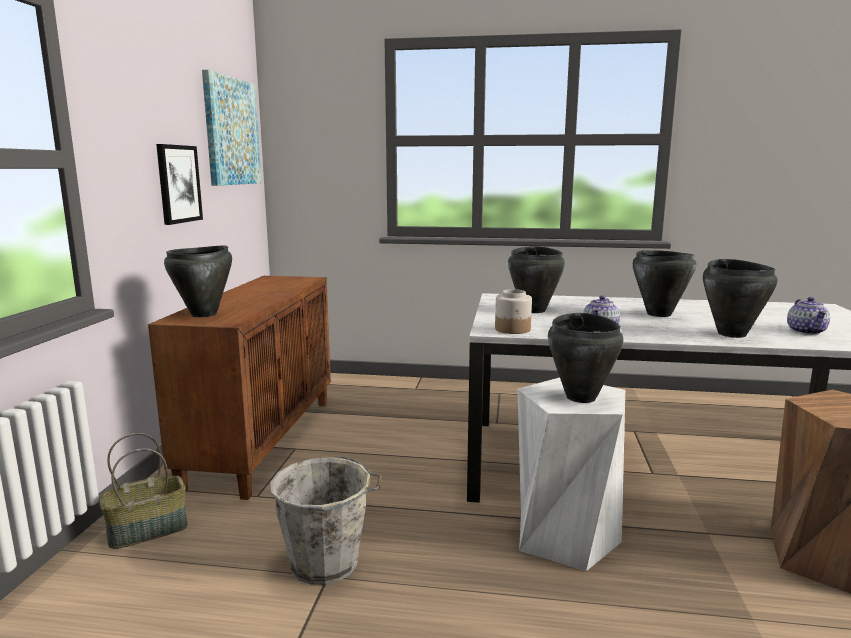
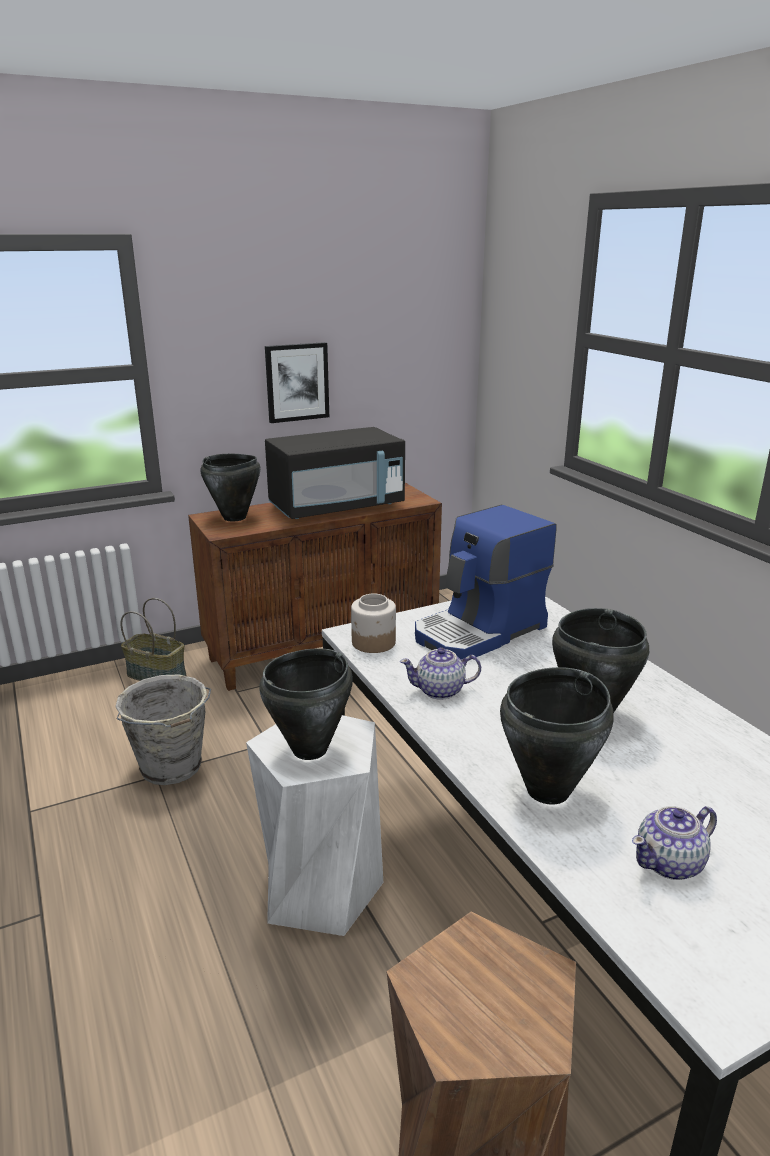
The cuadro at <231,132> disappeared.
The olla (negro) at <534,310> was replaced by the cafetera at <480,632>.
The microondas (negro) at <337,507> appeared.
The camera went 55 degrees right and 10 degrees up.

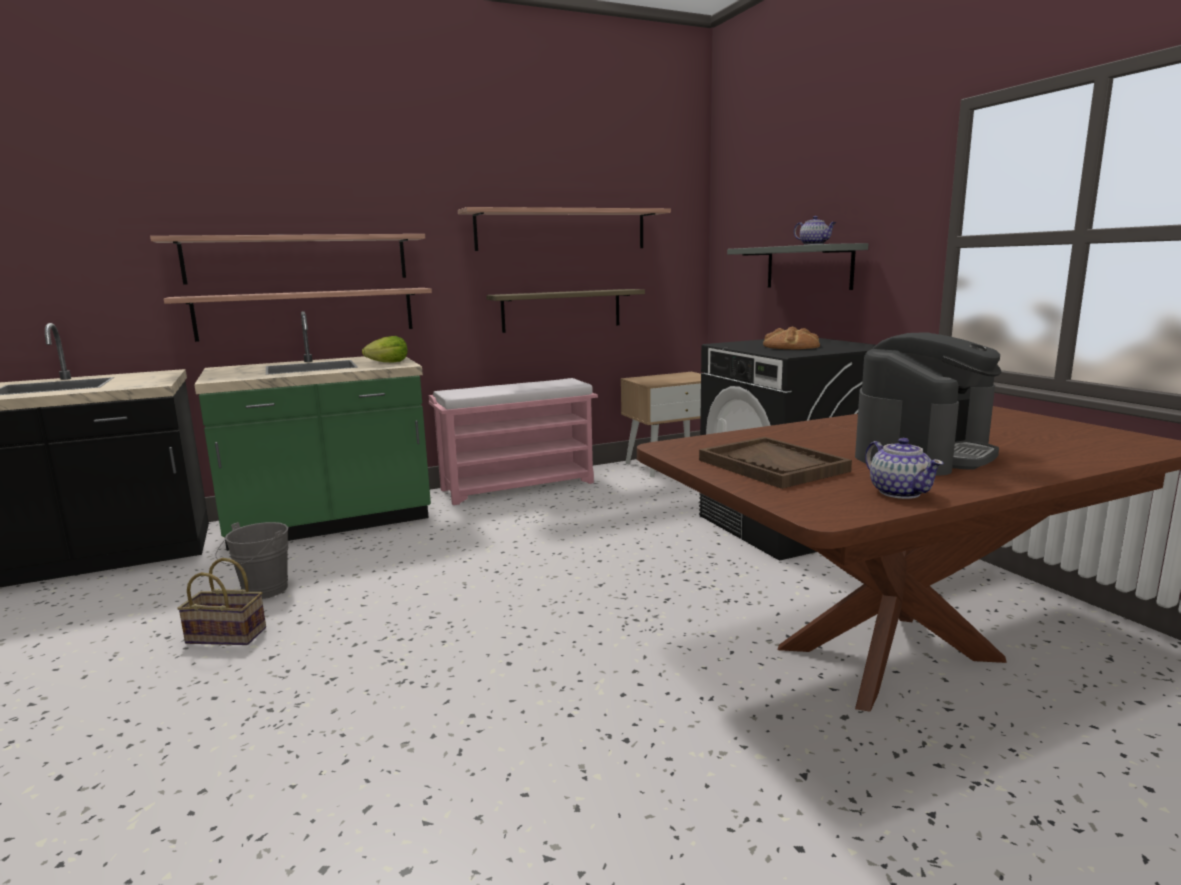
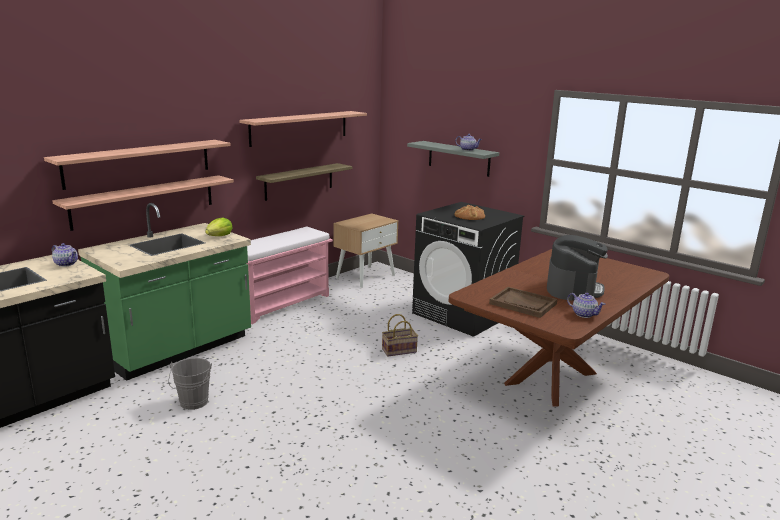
The cesta moved from <229,635> to <399,350>.
The tetera at <66,264> appeared.
The camera went 25 degrees left and 5 degrees up.

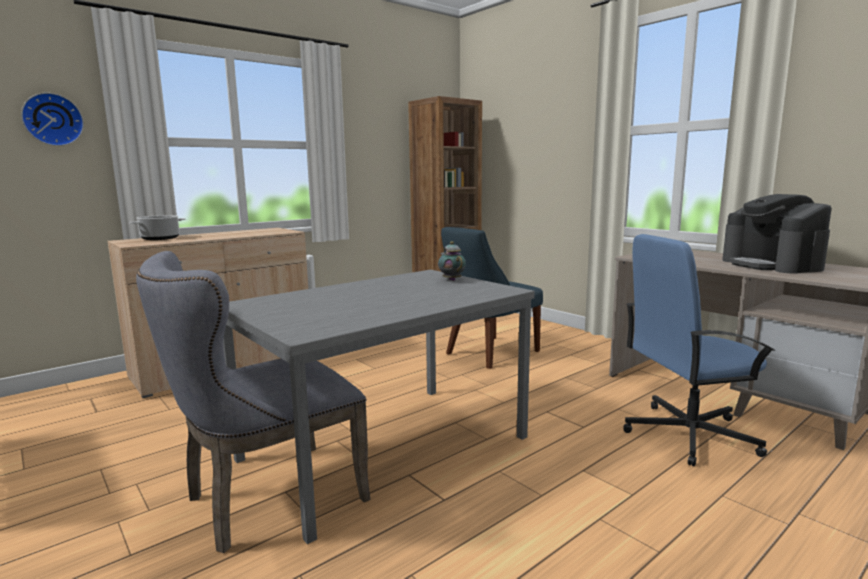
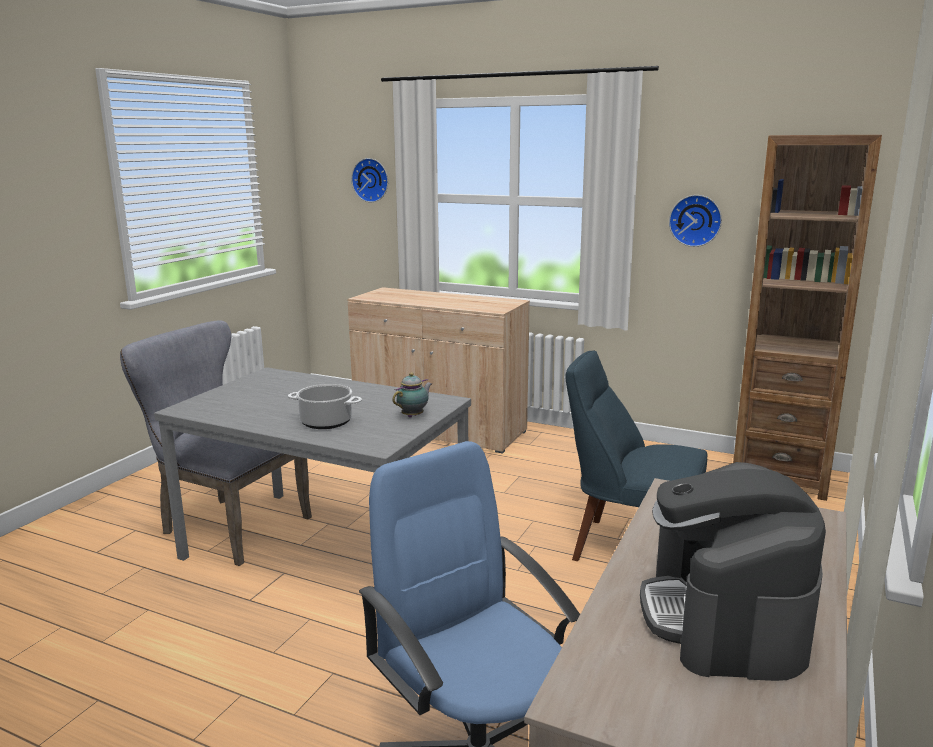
The cafetera at <771,265> turned 45 degrees counterclockwise.
The olla moved from <160,238> to <325,422>.
The reloj de pared at <695,220> appeared.
The camera went 65 degrees right and 5 degrees up.

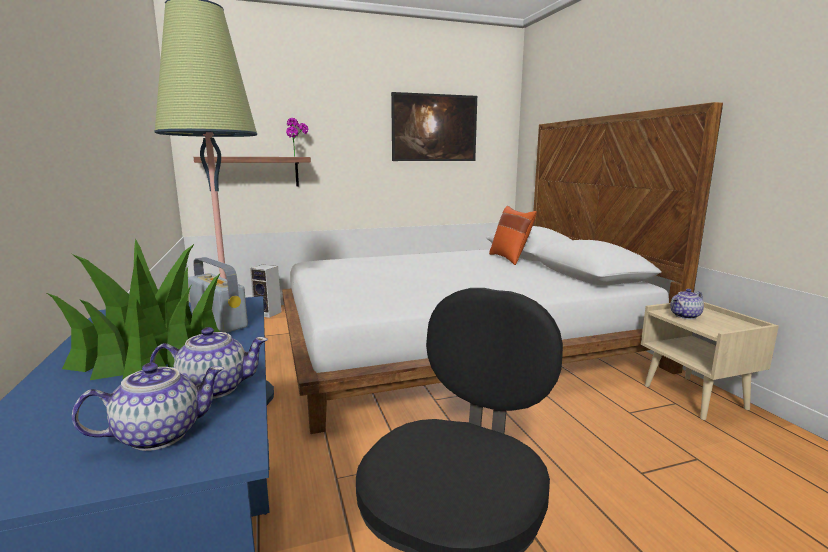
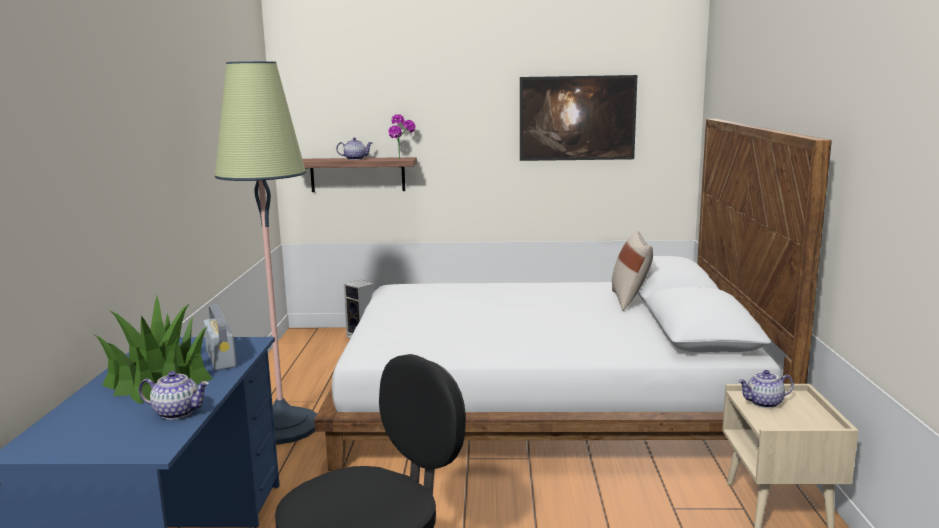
The cojín (naranja) at <510,259> became the cojín (beis) at <630,300>.
The tetera moved from <160,434> to <355,159>.
The camera went 20 degrees right and 0 degrees up.

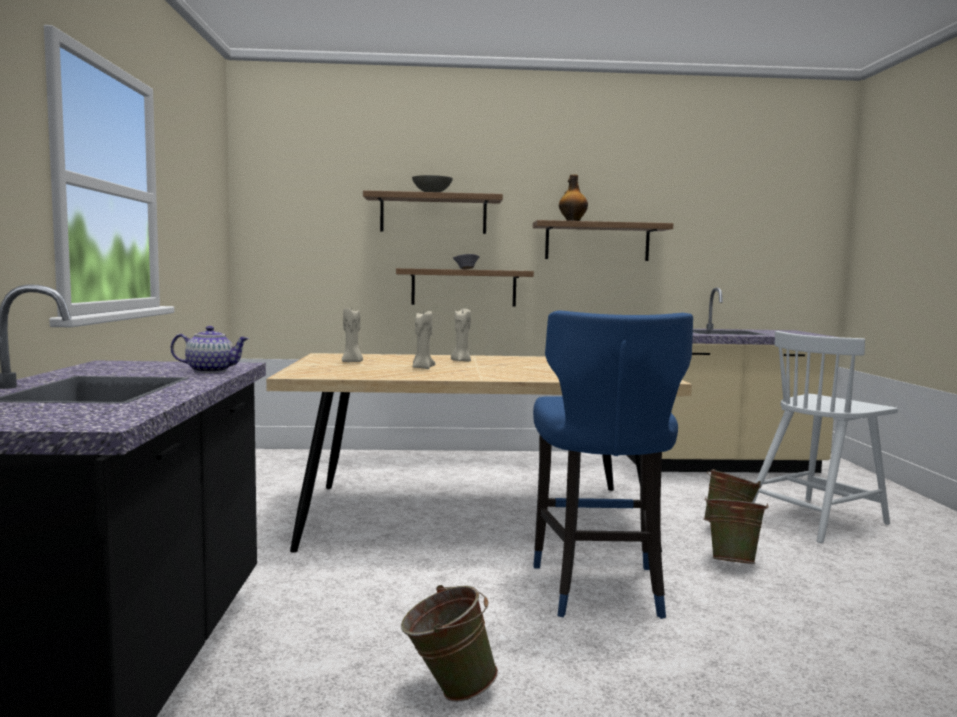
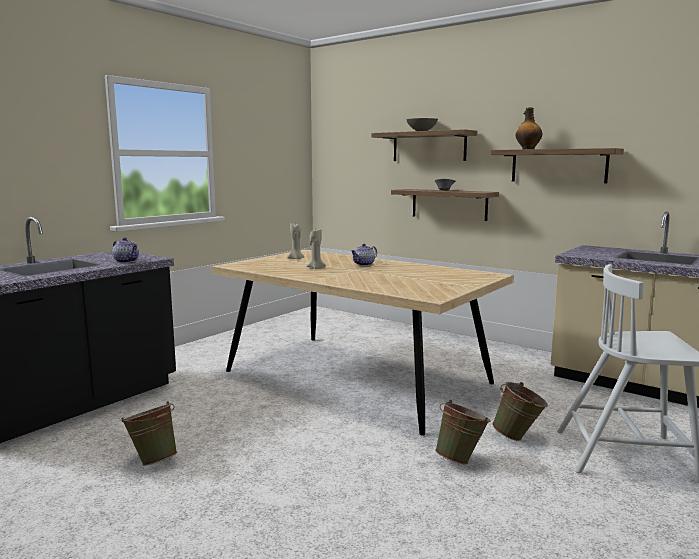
The vela (beis) at <461,361> was replaced by the tetera at <364,264>.
The taburete (azul) at <599,589> disappeared.
The camera went 40 degrees right and 5 degrees up.

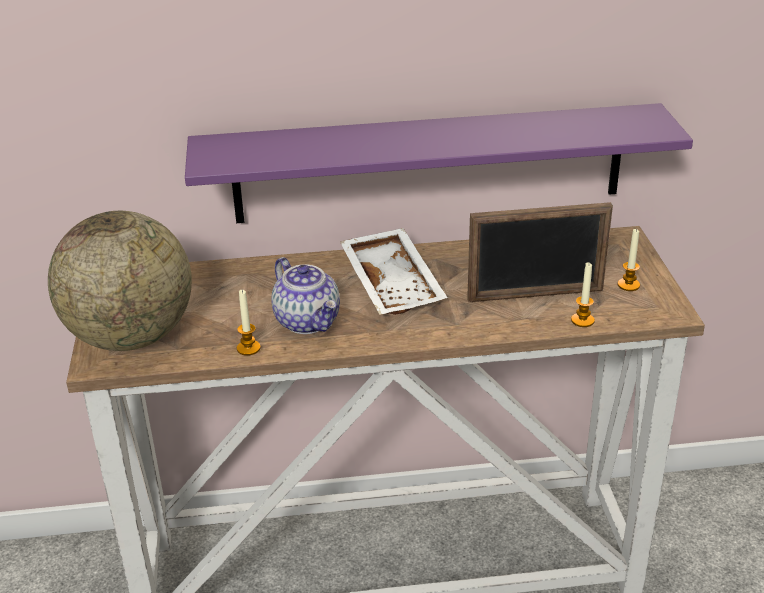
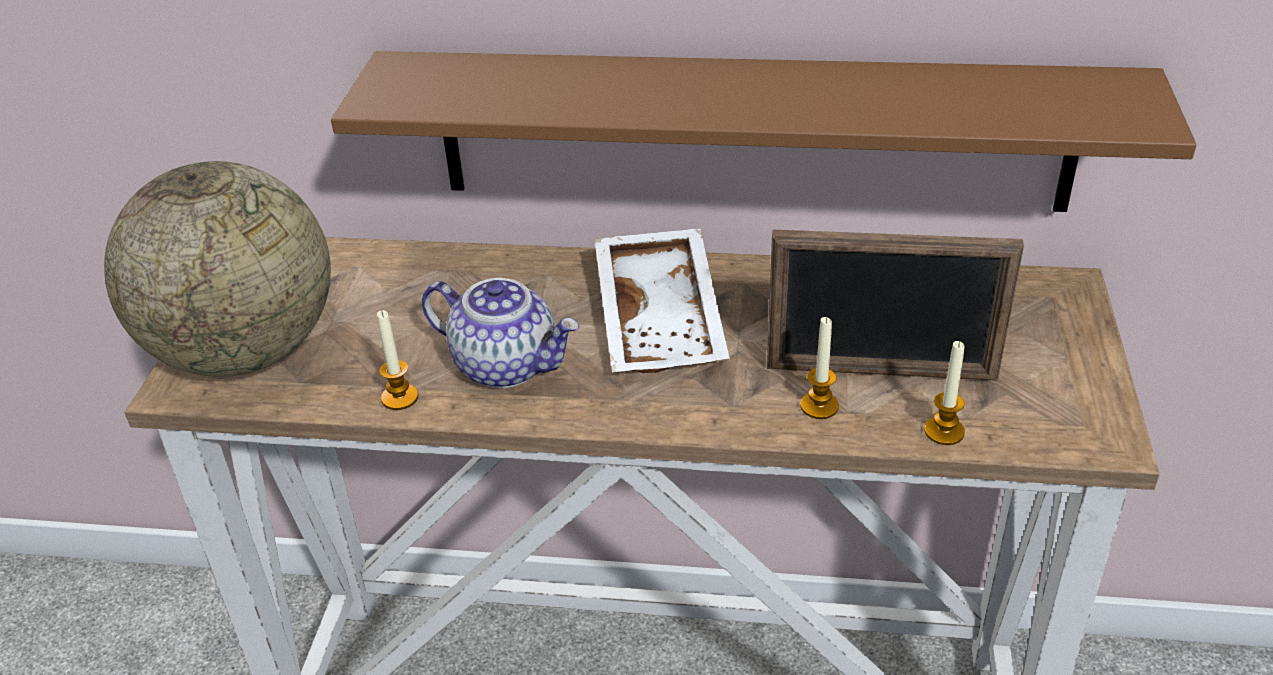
The estante (morado) at <429,164> became the estante (marrón) at <751,131>.
The vela moved from <628,285> to <819,406>.
The tetera at <308,321> turned 45 degrees counterclockwise.
The camera went 15 degrees right and 5 degrees up.

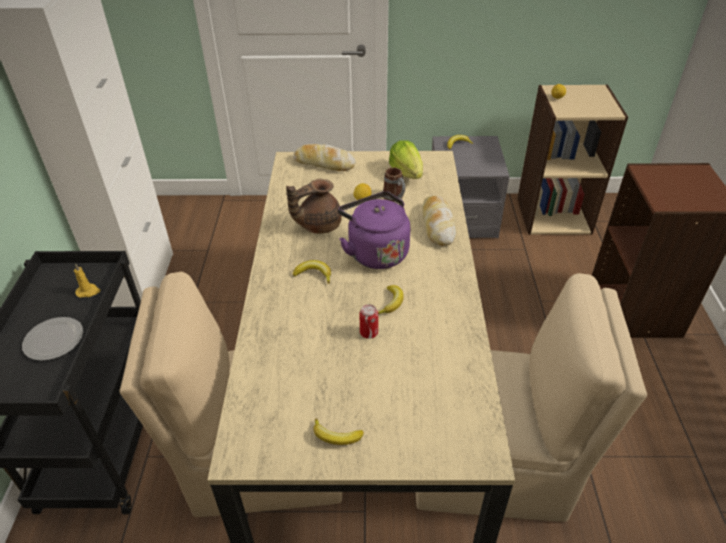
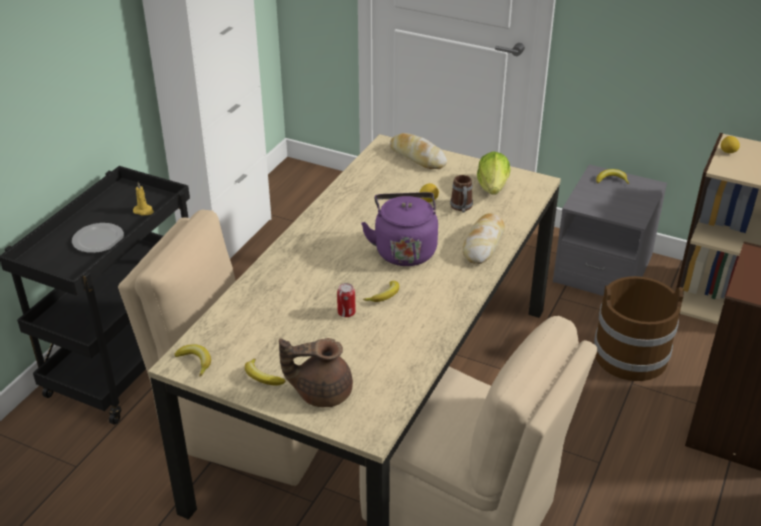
The tetera (marrón) moved from <318,225> to <321,392>.
The plátano moved from <314,274> to <195,361>.
The cubo (marrón) at <630,355> appeared.
The camera went 25 degrees right and 5 degrees down.

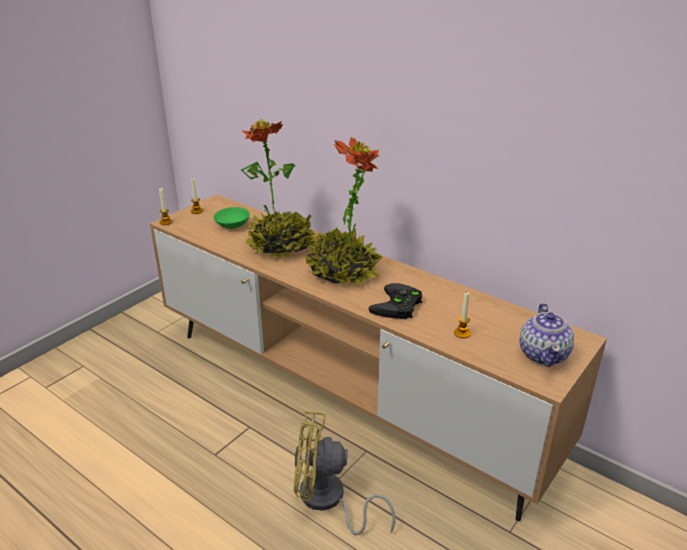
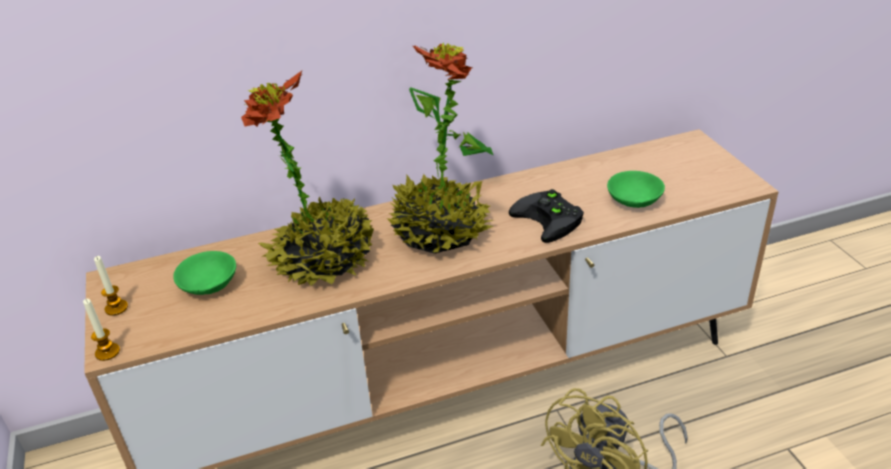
The vela at <462,333> was replaced by the cuenco (verde) at <634,199>.
The tetera at <543,354> disappeared.
The camera went 55 degrees left and 5 degrees up.

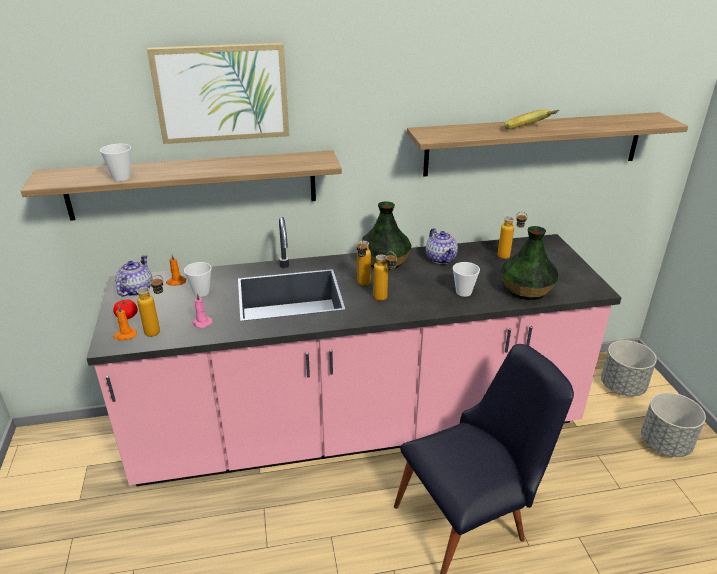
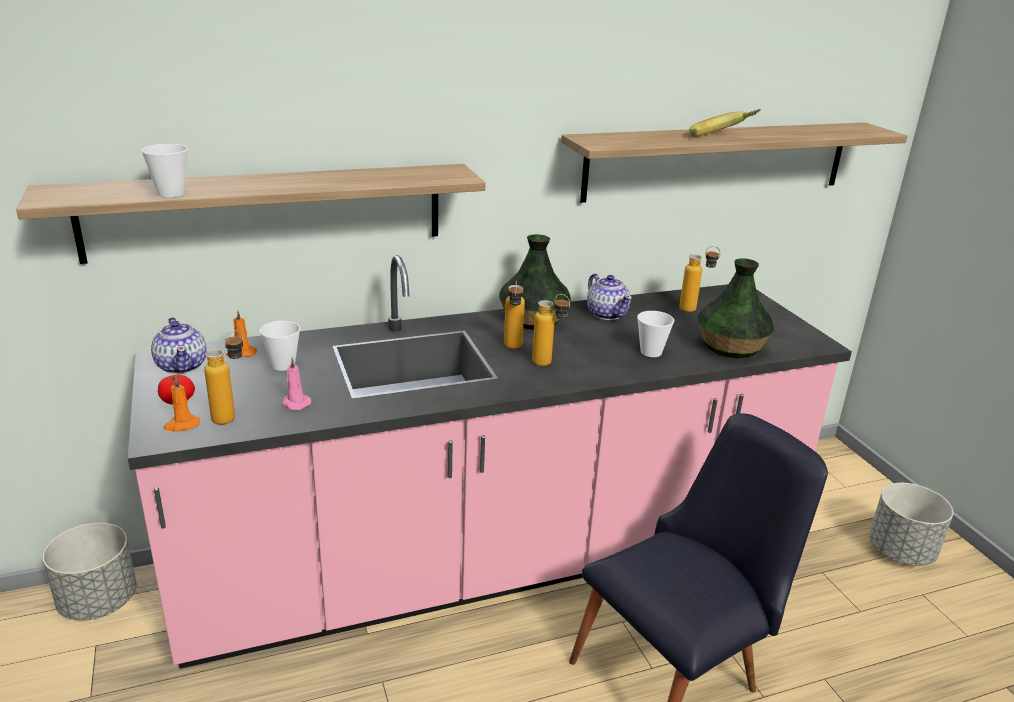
The cuadro at <222,93> disappeared.
The tetera at <135,290> turned 150 degrees clockwise.
The maceta (gris) moved from <622,386> to <99,601>.
The camera went 10 degrees left and 5 degrees down.

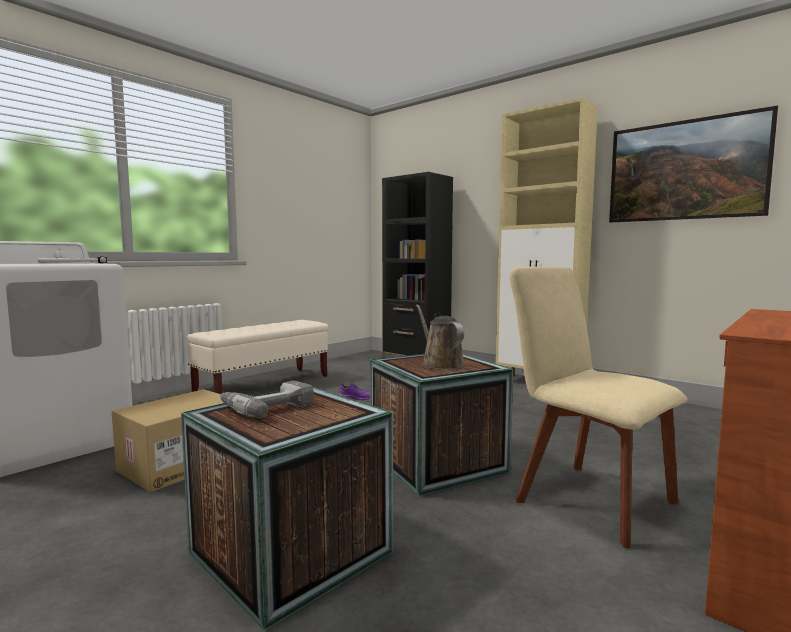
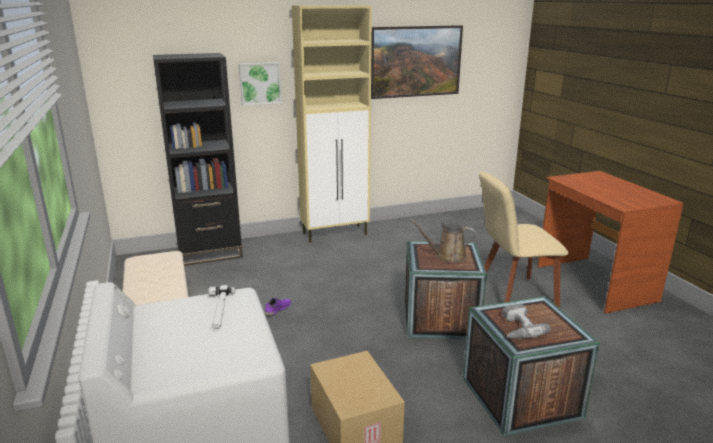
The cuadro at <260,83> appeared.
The camera went 60 degrees left and 15 degrees up.

